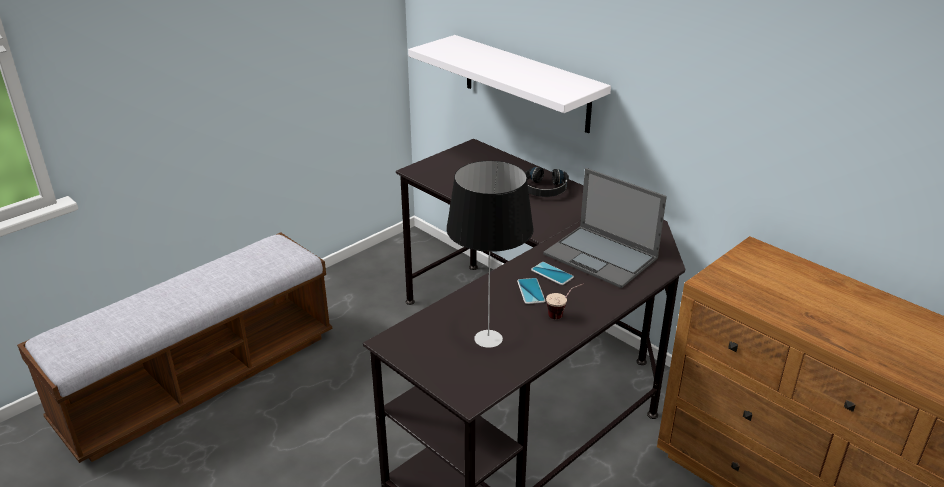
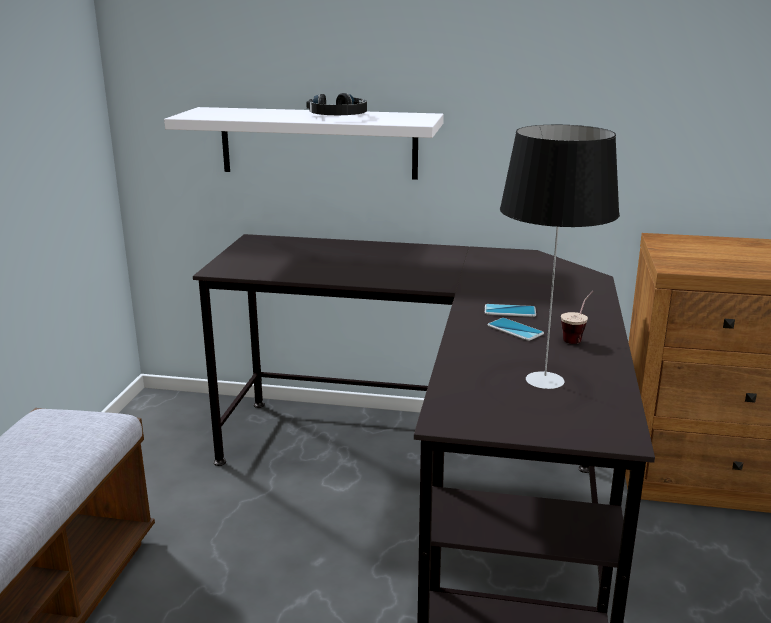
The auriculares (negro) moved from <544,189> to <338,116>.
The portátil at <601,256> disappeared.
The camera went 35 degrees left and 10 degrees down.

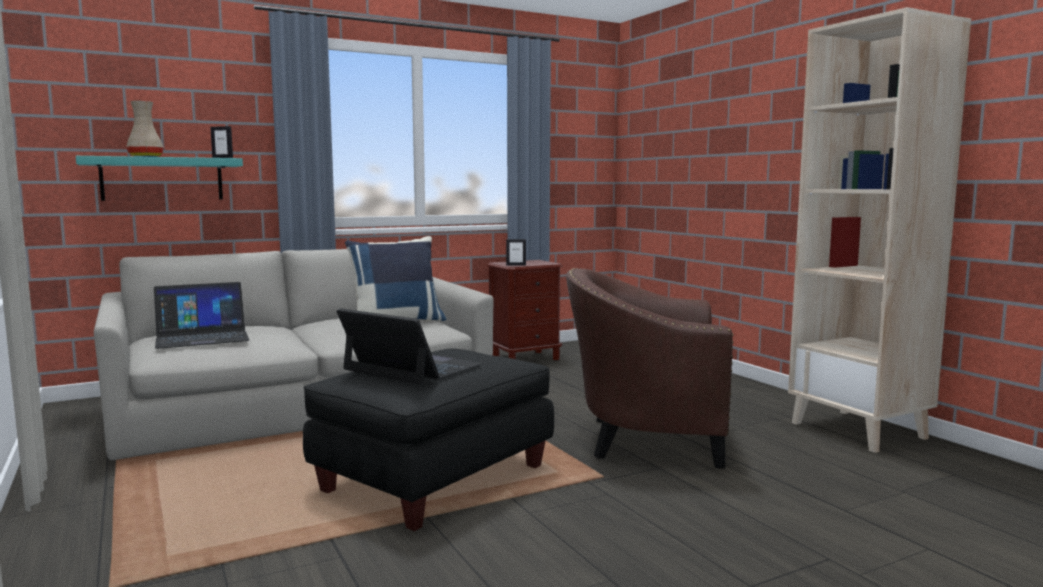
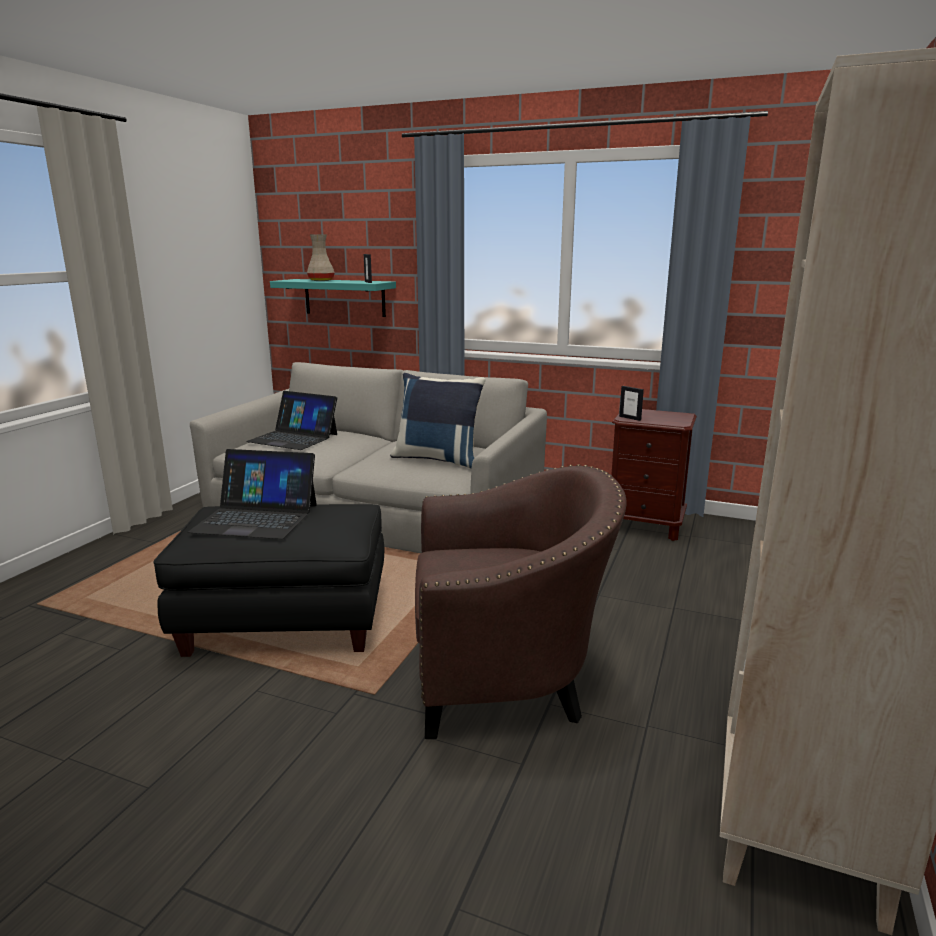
The sillón (marrón) at <645,439> turned 120 degrees clockwise.
The portátil at <412,367> turned 105 degrees clockwise.
The camera went 50 degrees right and 10 degrees up.

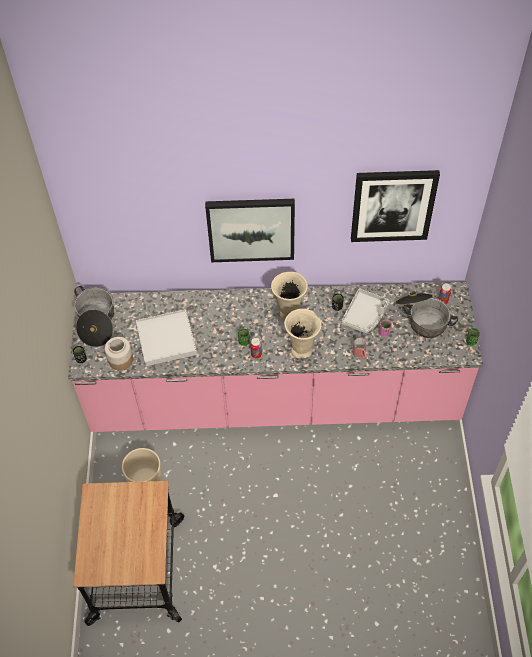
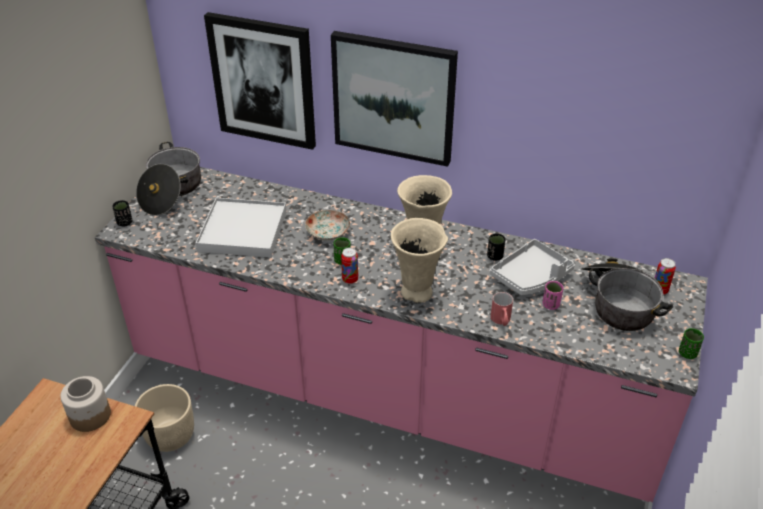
The cuadro moved from <393,205> to <263,81>.
The tarro moved from <120,360> to <89,416>.
The plato at <328,233> appeared.
The camera went 20 degrees right and 15 degrees down.

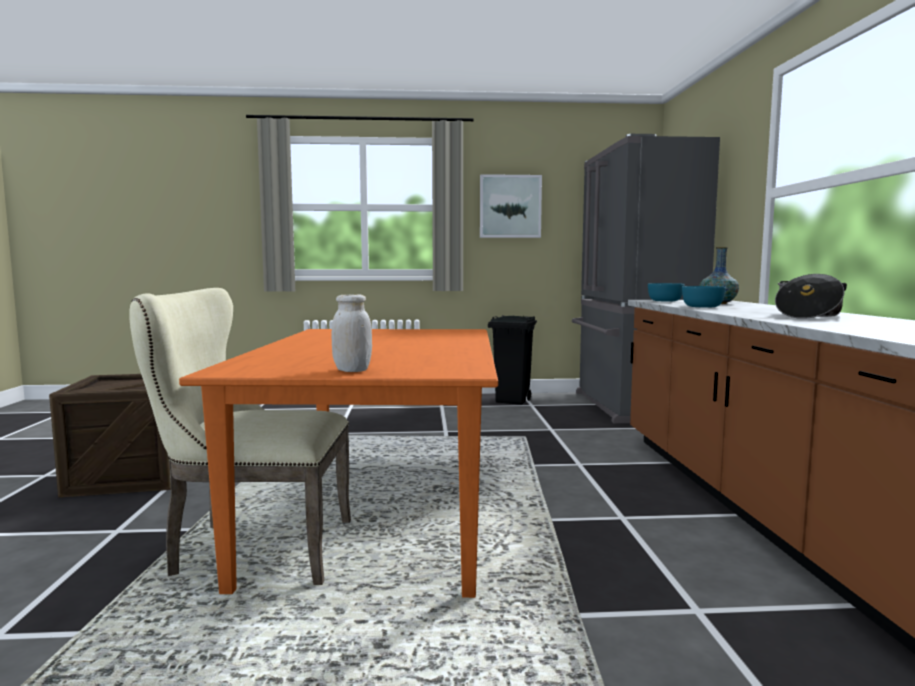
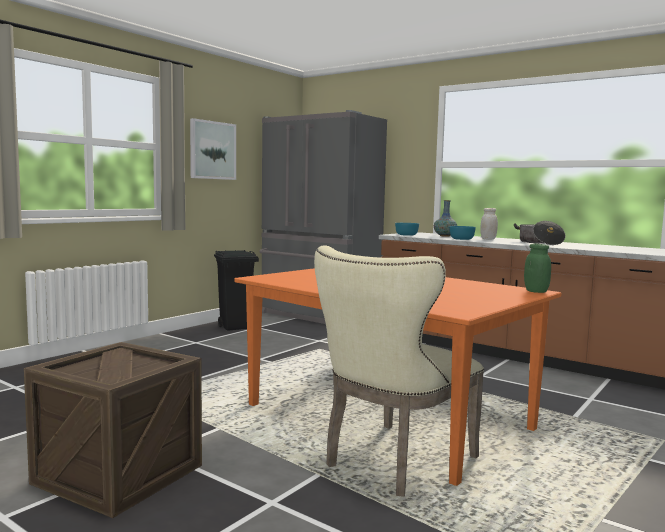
The tarro (blanco) moved from <352,370> to <488,239>.
The tarro (verde) at <536,291> appeared.
The camera went 50 degrees left and 0 degrees up.

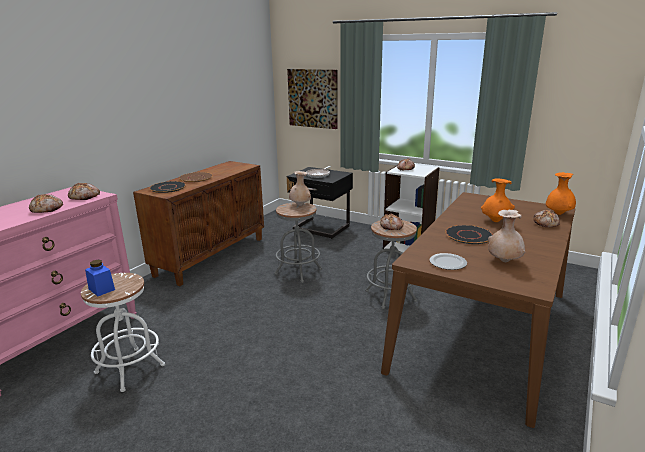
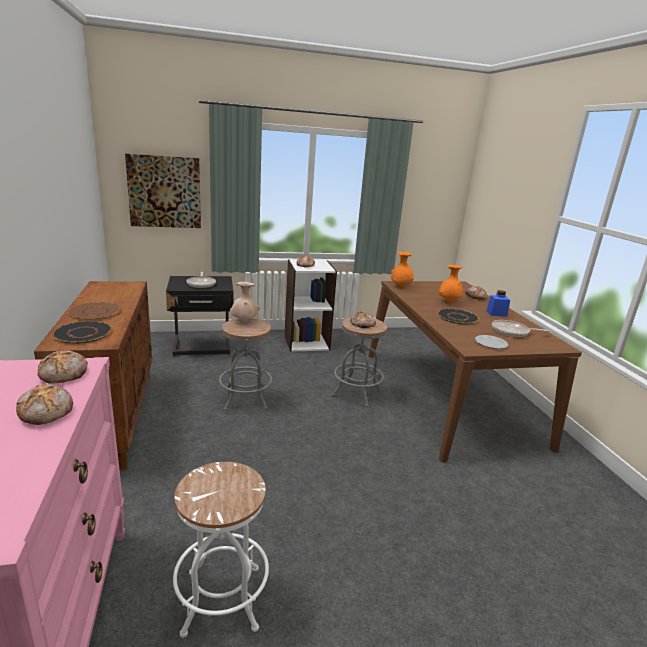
The florero (naranja) moved from <558,214> to <400,286>.
The florero (beis) at <504,261> was replaced by the sartén at <512,332>.
The tarro (azul) moved from <101,289> to <496,313>.
The camera went 45 degrees left and 0 degrees up.

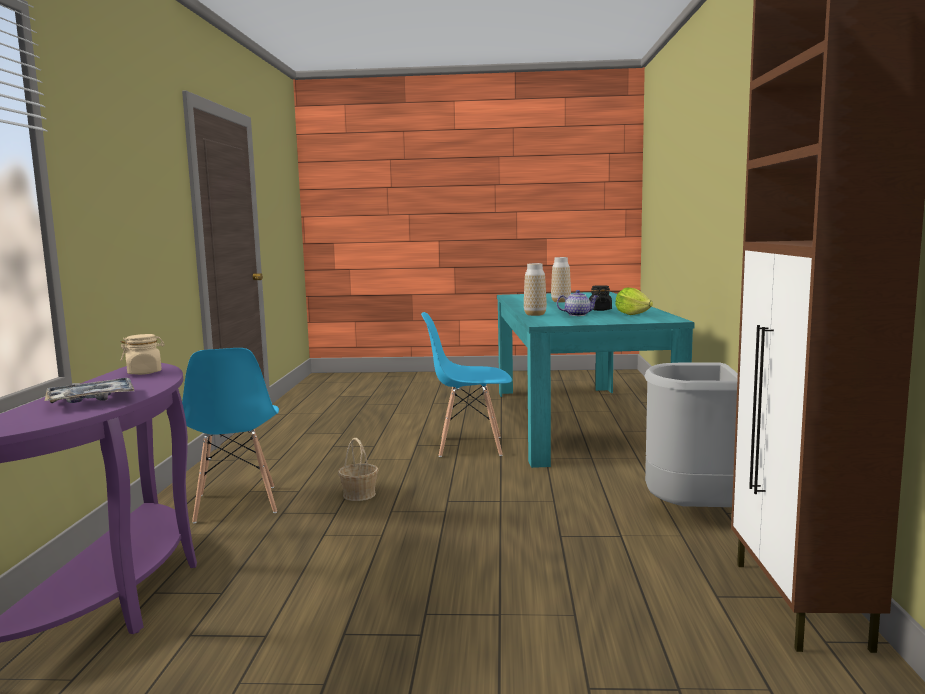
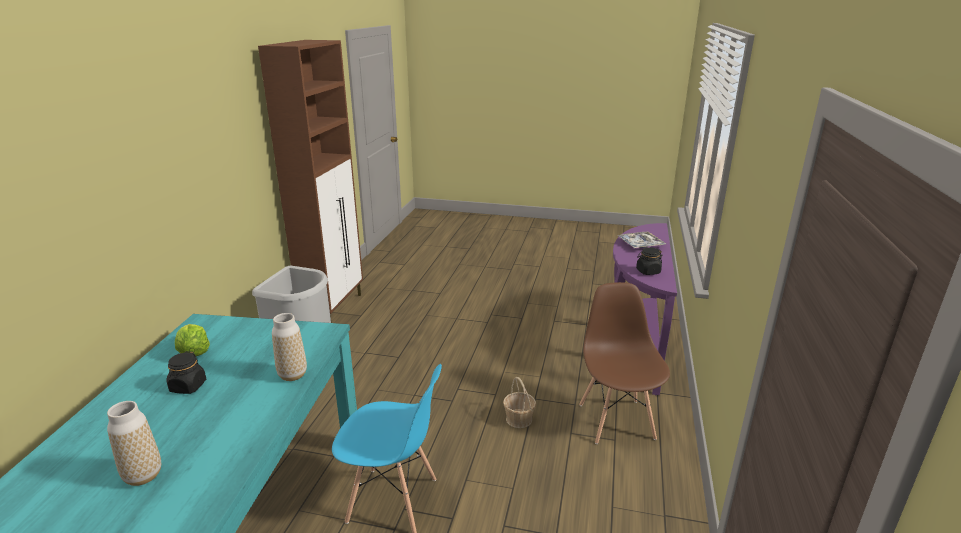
The tetera at <577,315> disappeared.
The tarro (beis) at <144,372> became the tarro (negro) at <648,271>.
The silla (azul) at <235,504> became the silla (marrón) at <616,420>.
The camera went 170 degrees left and 15 degrees up.

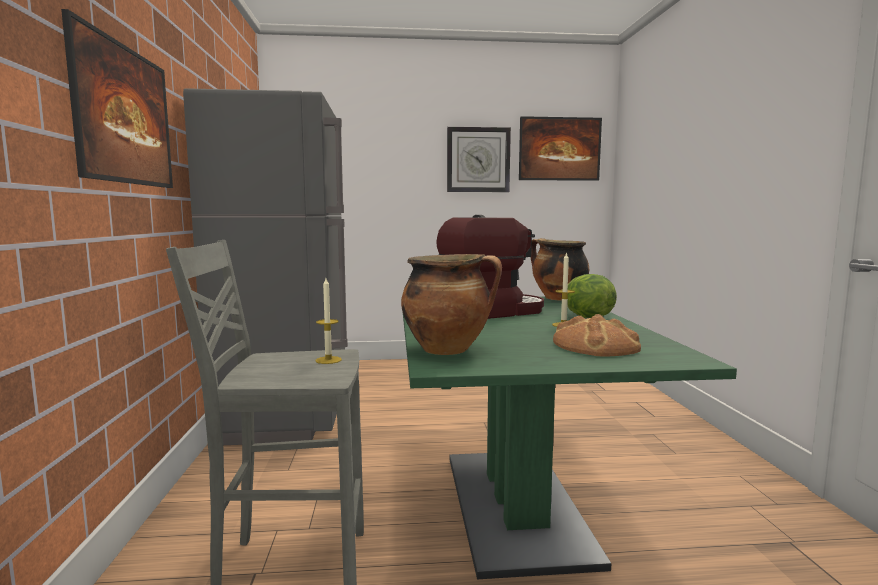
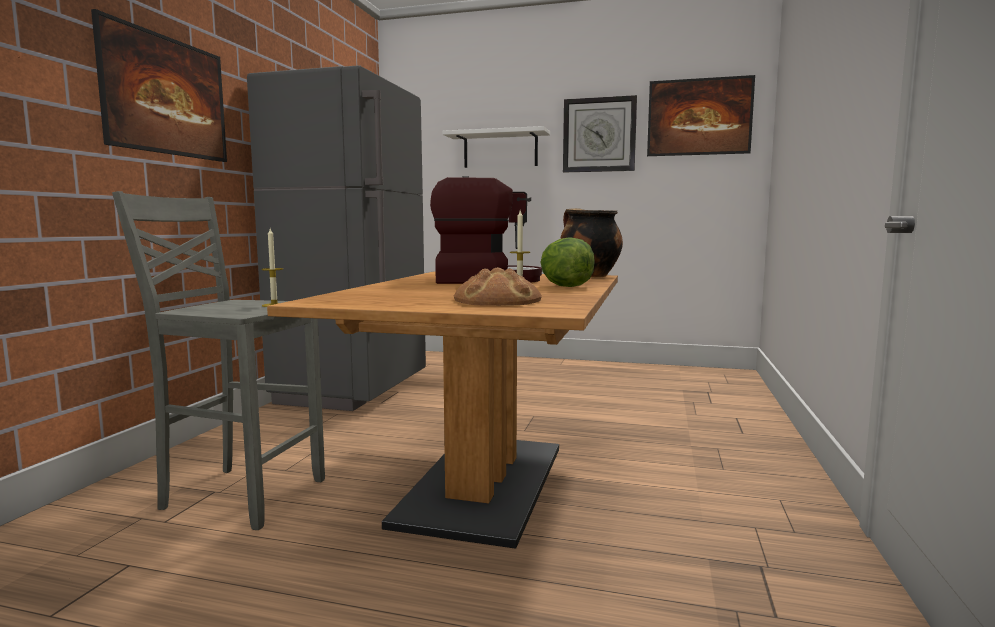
The olla at <449,350> disappeared.
The mesa de comedor (verde) at <515,505> became the mesa de comedor (marrón) at <483,484>.
The estante (blanco) at <500,150> appeared.
The camera went 20 degrees right and 0 degrees up.

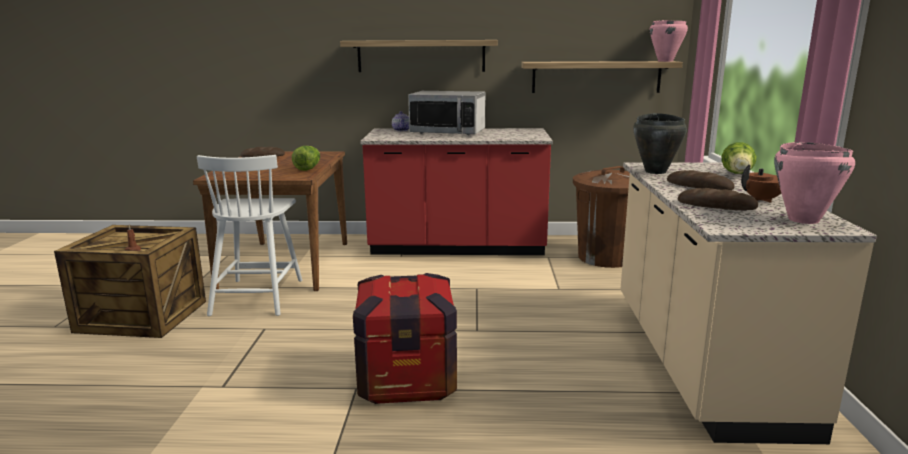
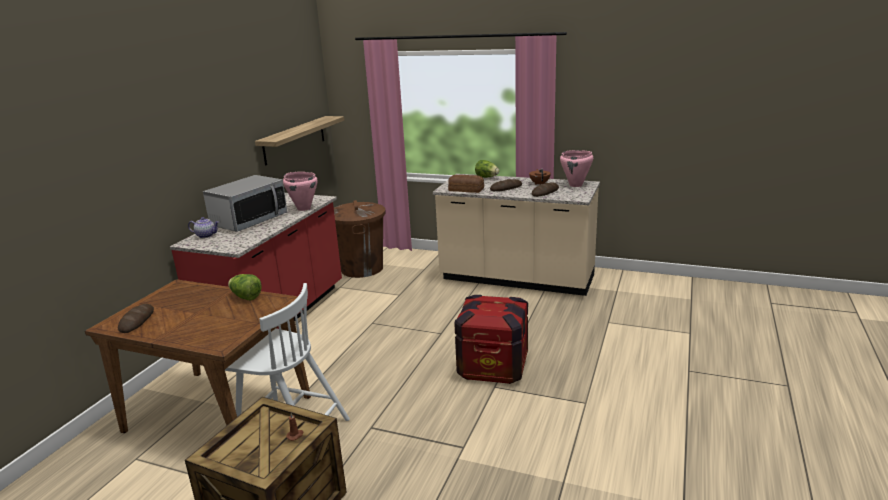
The olla (rosa) moved from <665,61> to <303,208>.
The estante at <421,56> disappeared.
The olla (negro) at <656,171> was replaced by the pan at <466,189>.
The camera went 70 degrees left and 5 degrees up.

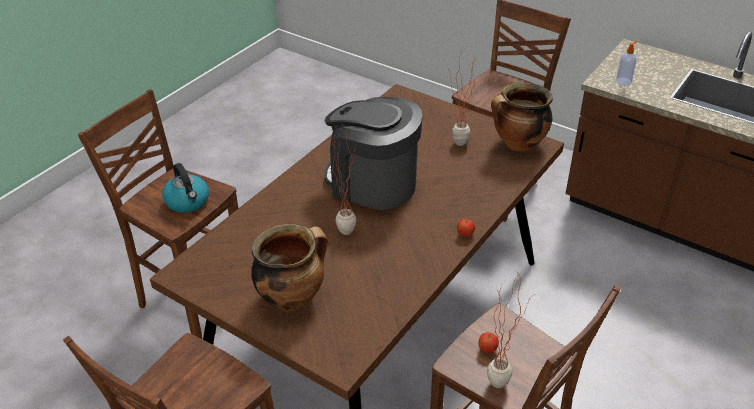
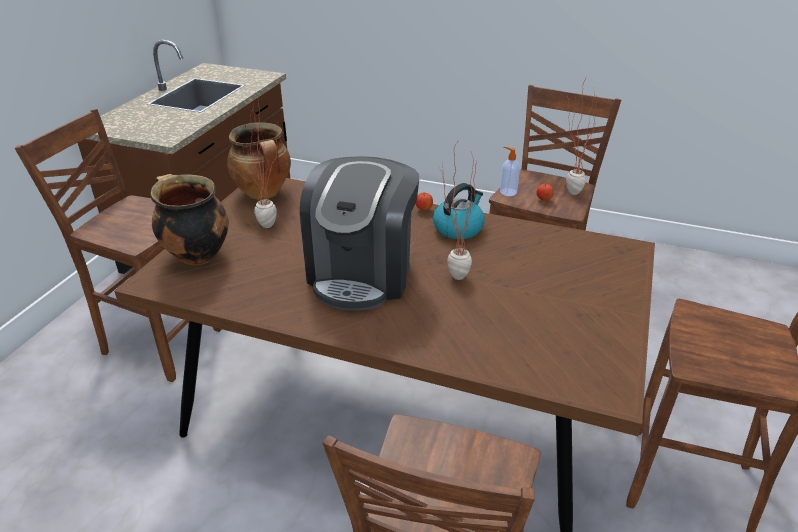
The dispensador de jabón moved from <624,81> to <507,192>.
The hervidor moved from <188,202> to <458,228>.
The olla moved from <292,297> to <196,255>.
The camera went 105 degrees left and 5 degrees down.

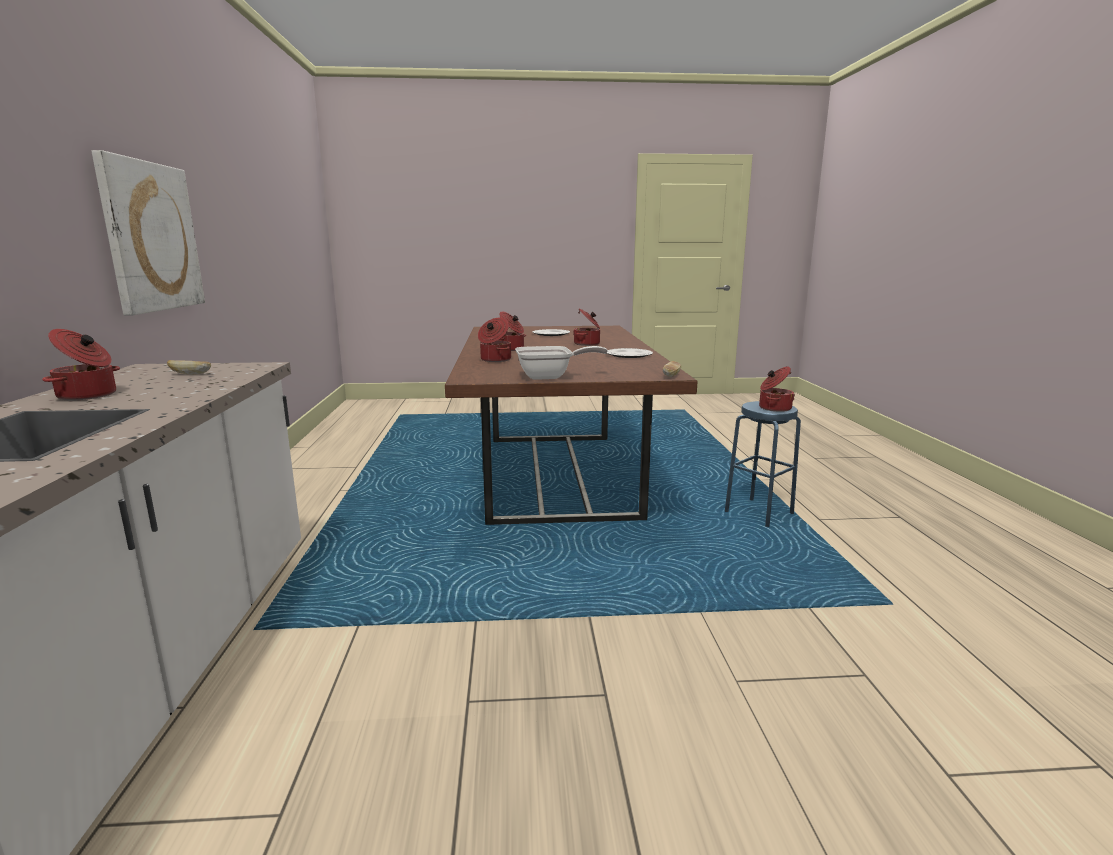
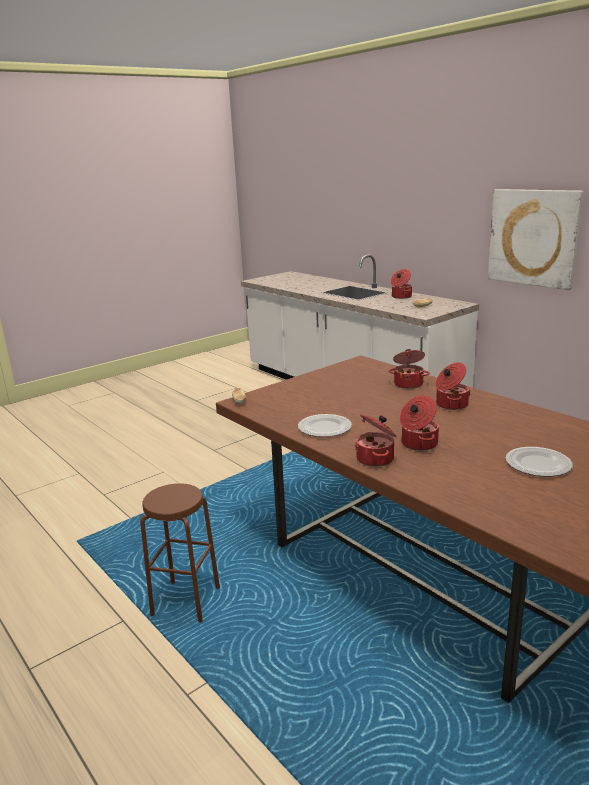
The sartén at <550,377> disappeared.
The olla moved from <774,408> to <376,459>.
The taburete (azul) at <759,513> became the taburete (marrón) at <186,602>.
The camera went 145 degrees right and 5 degrees up.

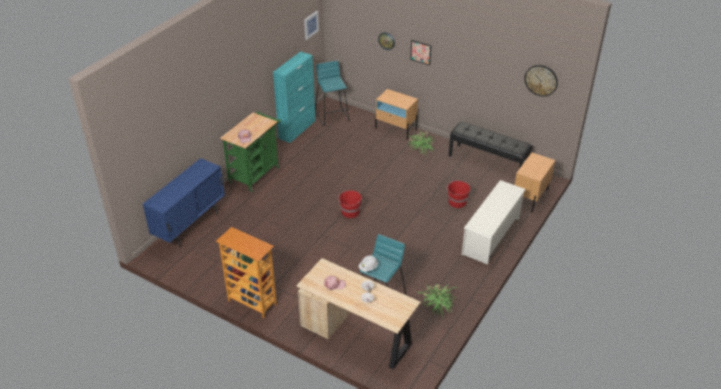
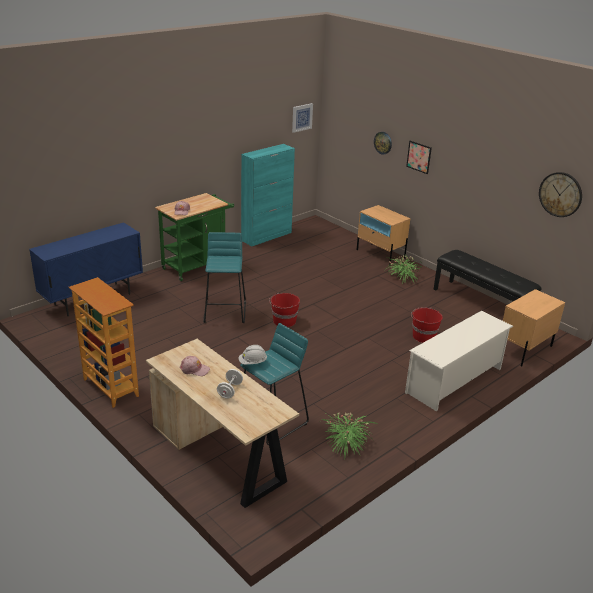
The taburete (turquesa) moved from <332,116> to <225,312>.
The camera went 15 degrees right and 10 degrees down.

